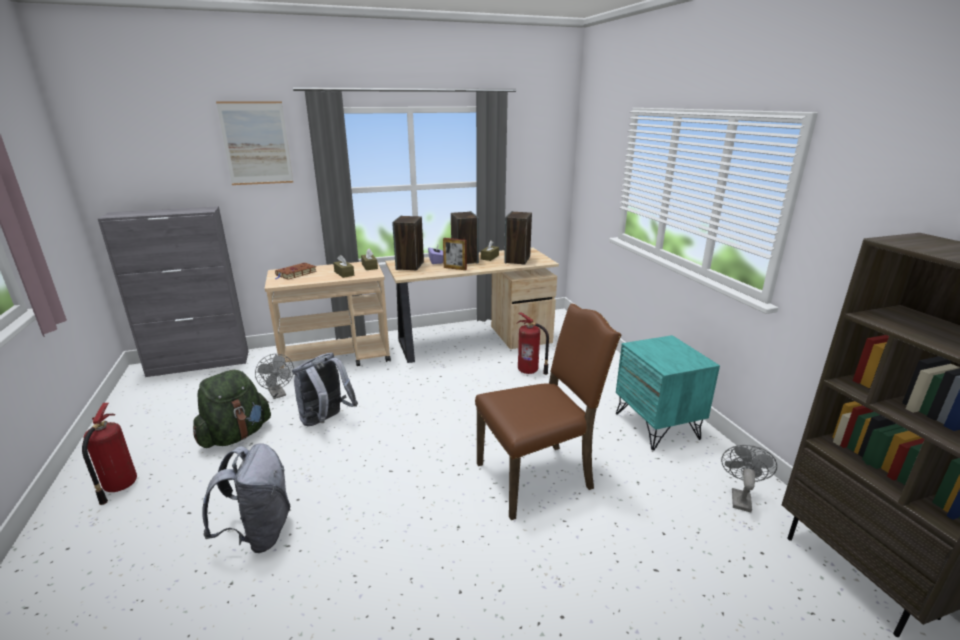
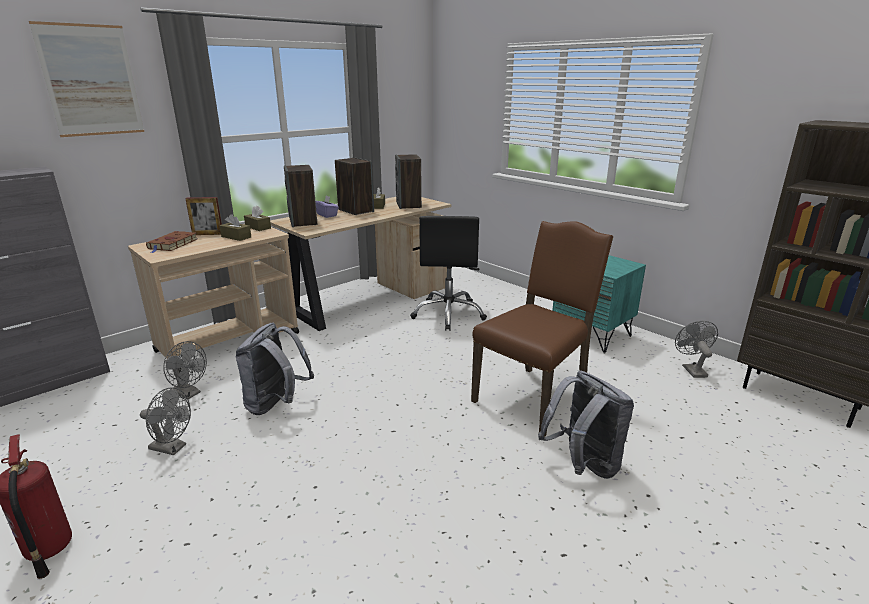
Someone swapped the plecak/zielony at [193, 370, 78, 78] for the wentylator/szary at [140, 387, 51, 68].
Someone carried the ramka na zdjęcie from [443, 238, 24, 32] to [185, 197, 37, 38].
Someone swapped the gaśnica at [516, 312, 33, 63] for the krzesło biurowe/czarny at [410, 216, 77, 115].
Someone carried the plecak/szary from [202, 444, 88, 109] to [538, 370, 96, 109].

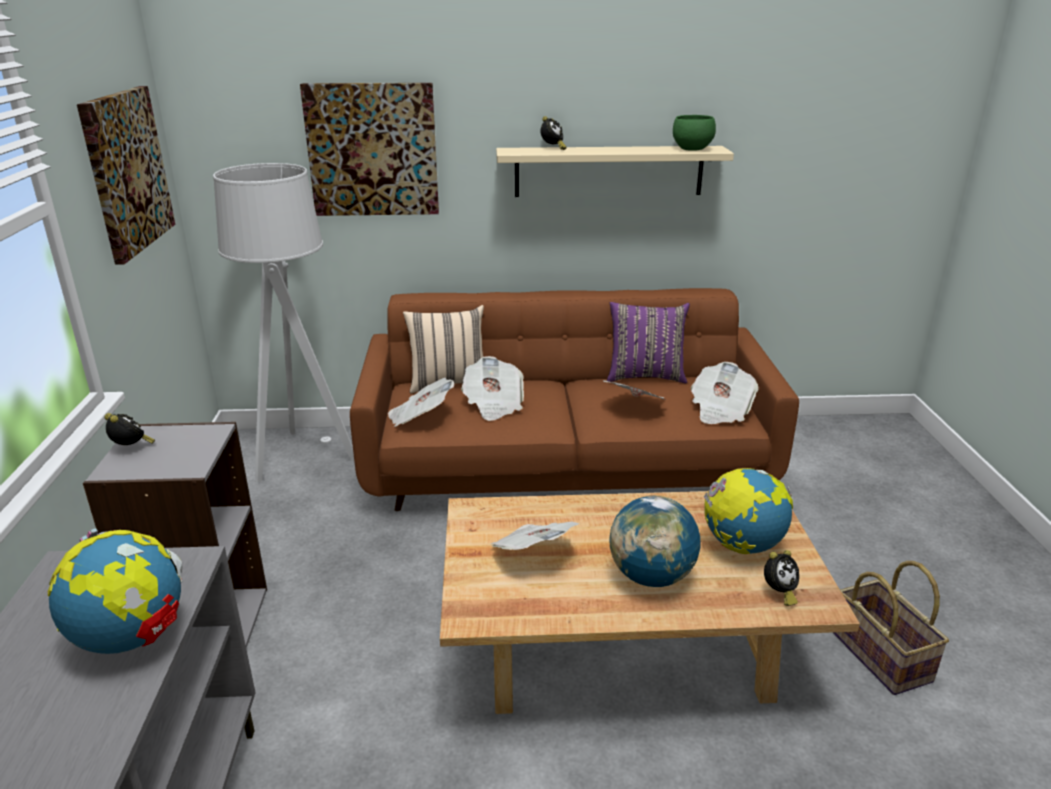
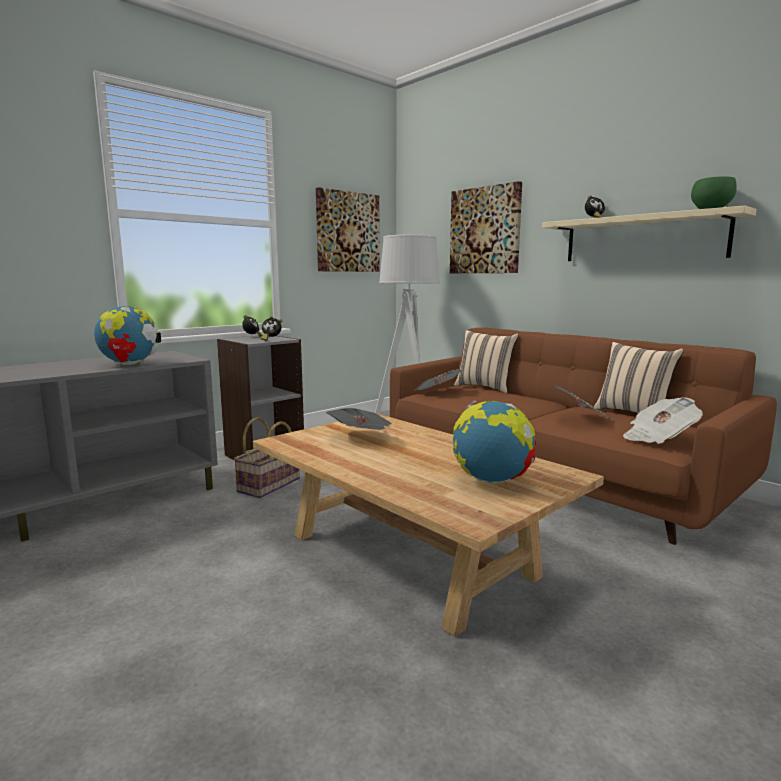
Someone carried the koszyk from [832, 561, 117, 134] to [234, 417, 66, 81].
Someone carried the budzik from [764, 550, 35, 56] to [260, 316, 22, 25].
Someone repainted the poduszka/fioletowy at [607, 302, 83, 81], which became the poduszka/beżowy at [594, 342, 90, 71].
Someone took away the gazeta at [461, 356, 63, 65].
Someone took away the globus at [609, 496, 91, 91].

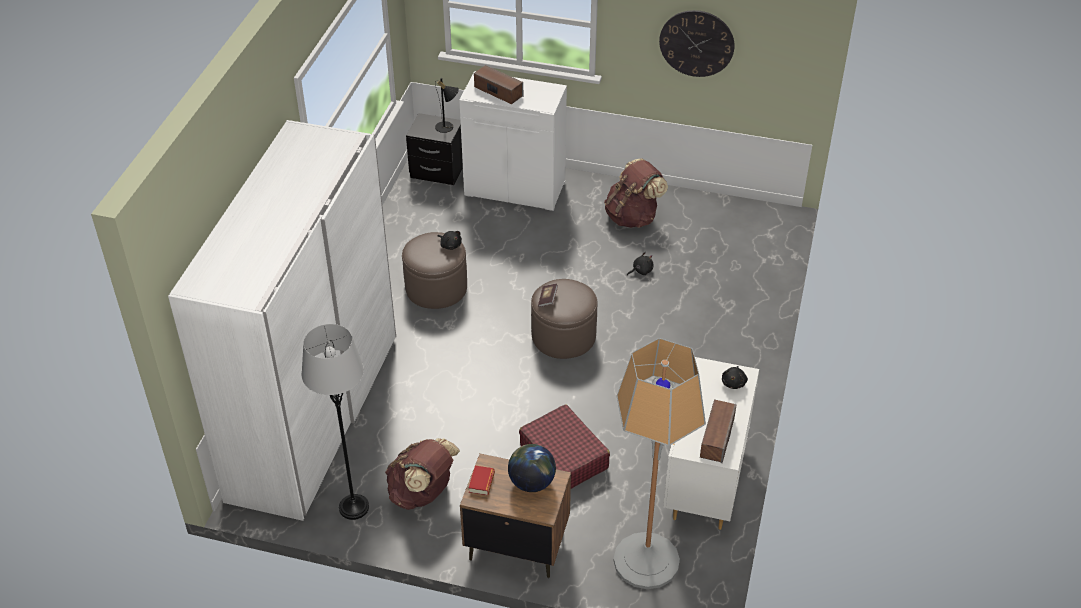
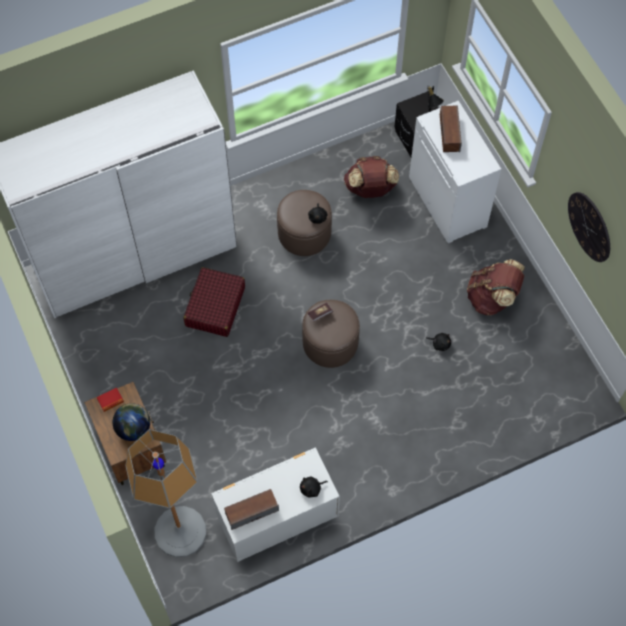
Someone carried the walizka/czerwony from [519, 404, 91, 85] to [184, 267, 61, 70].
Someone carried the plecak/brązowy from [385, 438, 75, 72] to [344, 156, 55, 42].
Someone took away the lampa stojąca/szary at [302, 324, 67, 196].

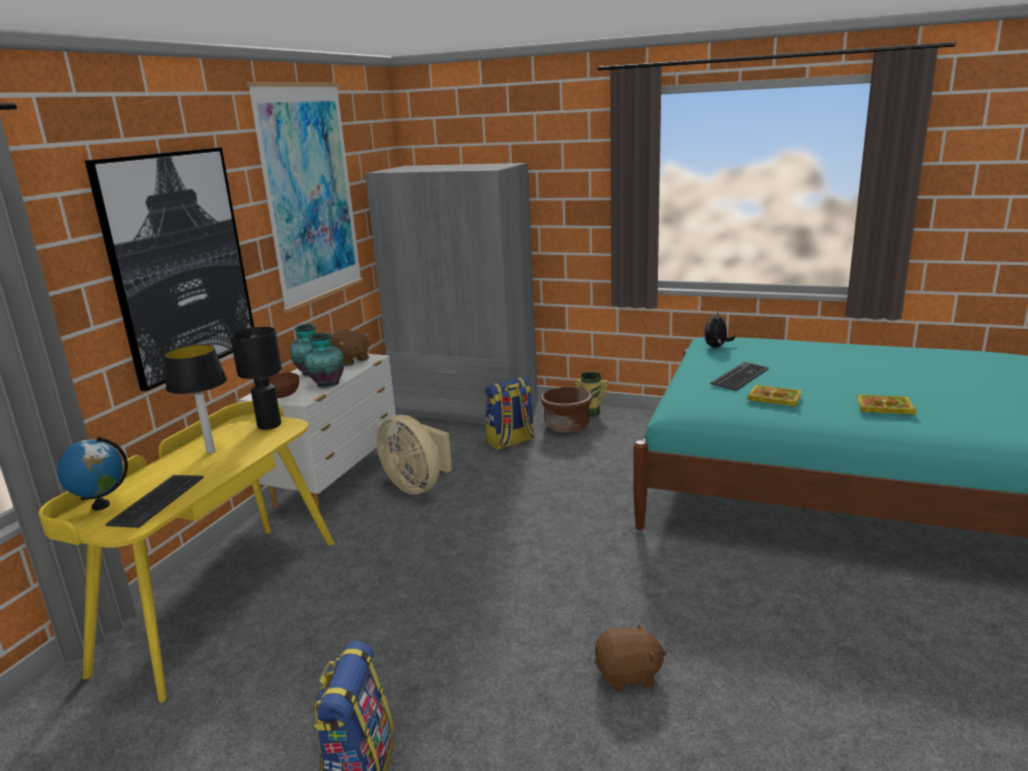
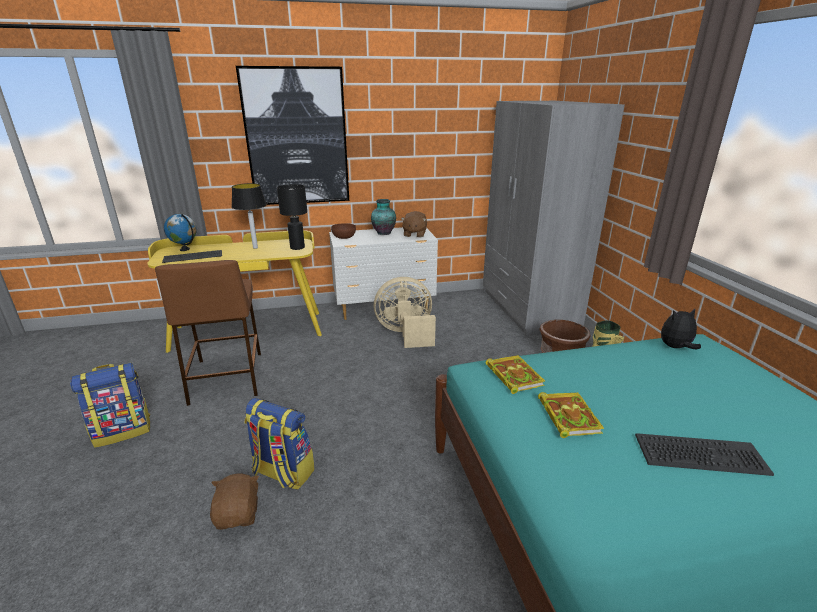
Someone put down the stołek/brązowy at [155, 260, 106, 146].
Someone rotated the pluszak/brązowy at [594, 622, 73, 69] by 150 degrees counterclockwise.
Someone carried the plecak from [485, 376, 50, 74] to [244, 398, 71, 92].
Someone rotated the wentylator/beżowy at [377, 415, 75, 80] by 75 degrees clockwise.
Someone carried the książka from [857, 395, 59, 20] to [486, 355, 59, 39].
Someone carried the klawiatura from [710, 362, 59, 28] to [635, 433, 139, 43].
Someone took away the obraz at [246, 82, 117, 231].
Someone took away the wazon at [304, 333, 40, 55].

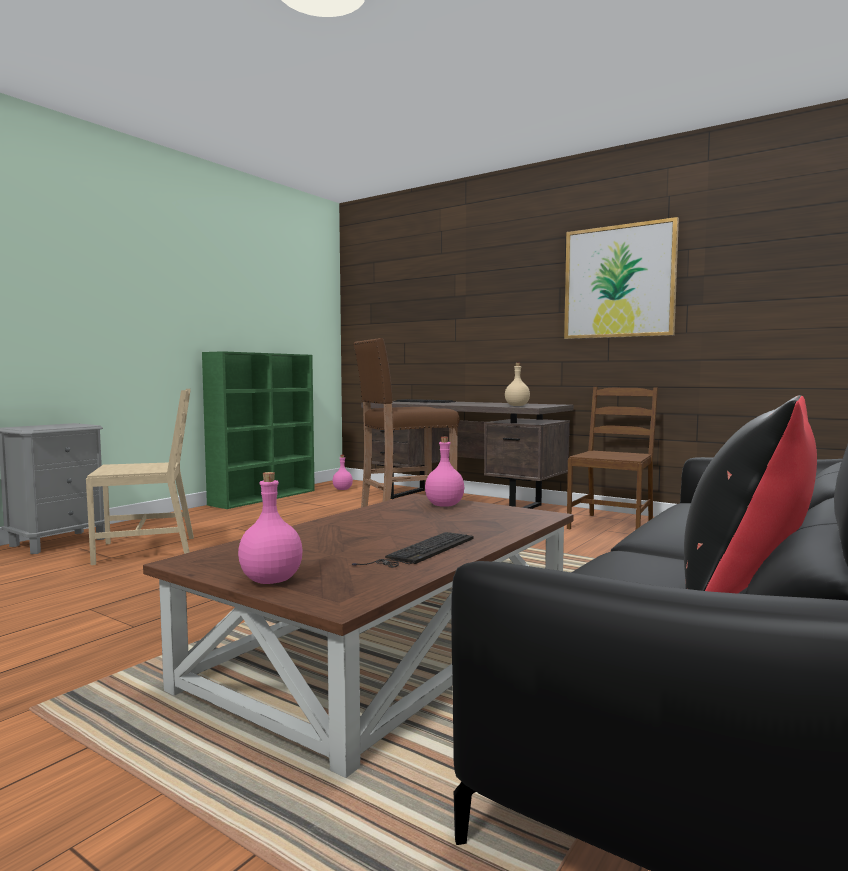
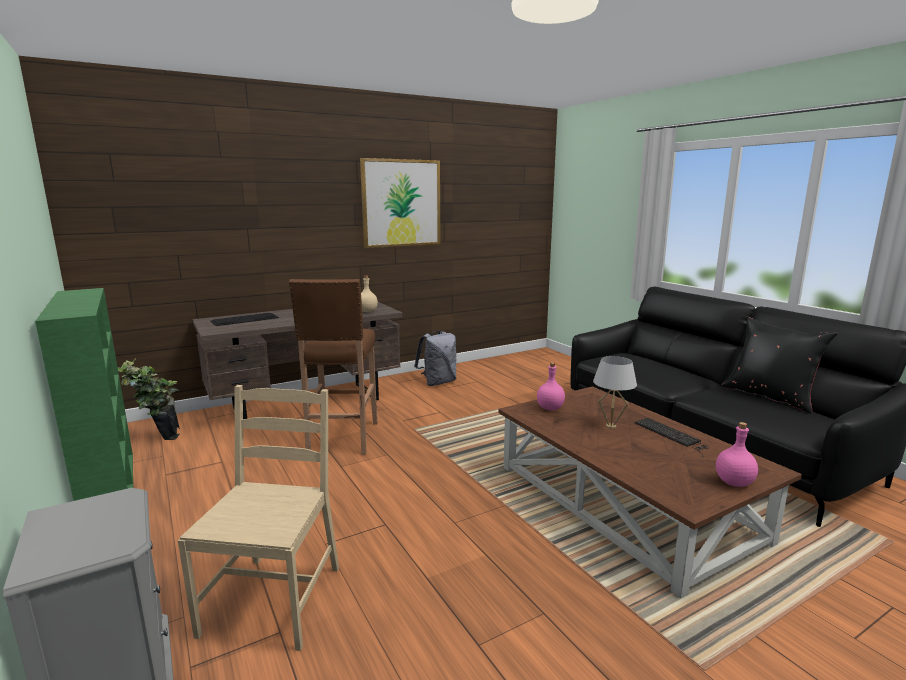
Someone swapped the butelka/różowy at [333, 455, 20, 35] for the roślina doniczkowa at [118, 358, 62, 82].
Someone swapped the krzesło/brązowy at [567, 387, 91, 142] for the plecak/szary at [414, 331, 42, 55].
Someone put down the lampa stołowa/biały at [593, 356, 44, 72].

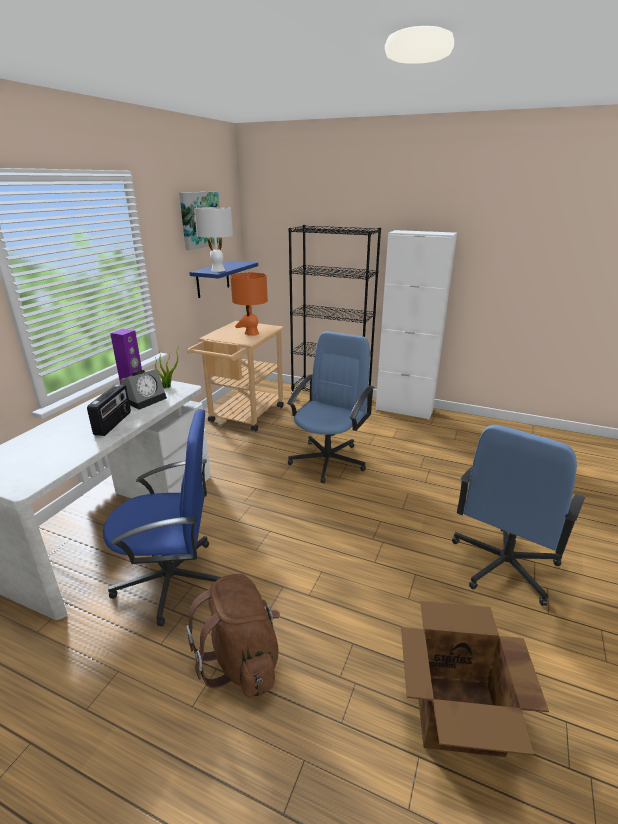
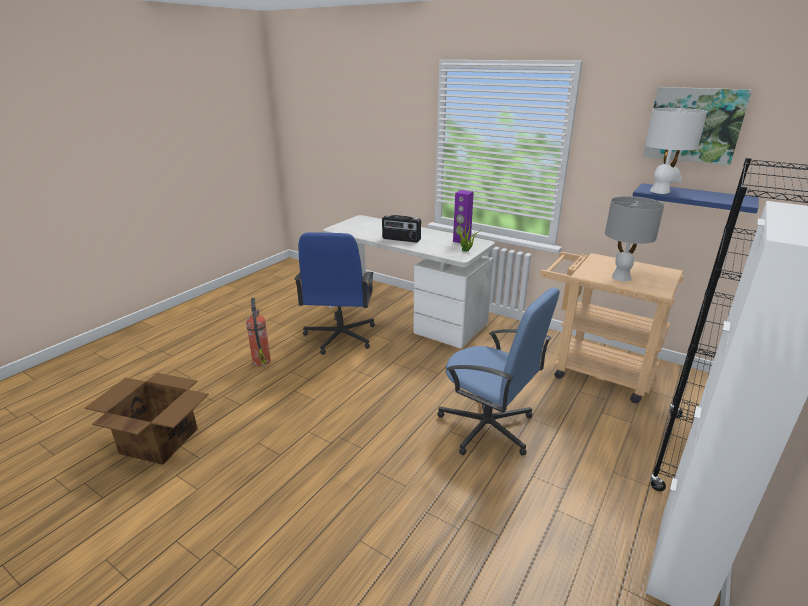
Someone swapped the plecak/brązowy at [186, 574, 94, 124] for the gaśnica at [246, 298, 25, 68].
Someone repainted the lampa stołowa/pomarańczowy at [230, 272, 38, 64], which became the lampa stołowa/szary at [605, 196, 59, 85].
Someone took away the budzik at [120, 368, 47, 42].
Someone took away the krzesło biurowe/niebieski at [452, 425, 133, 181].

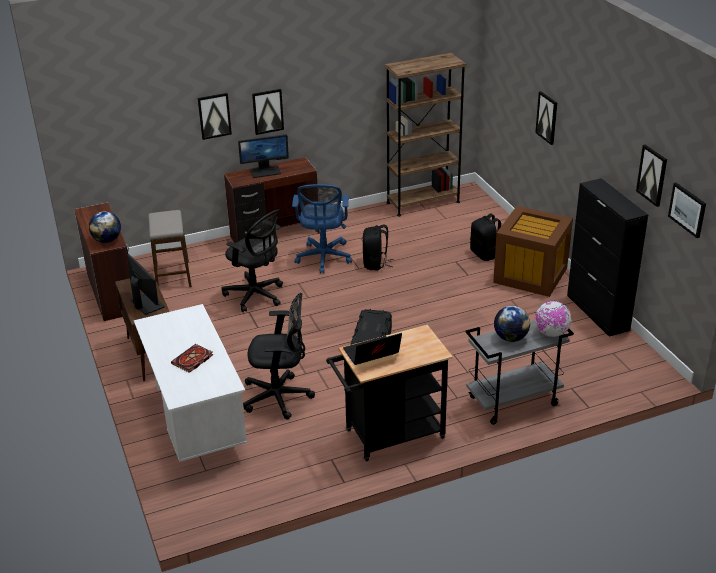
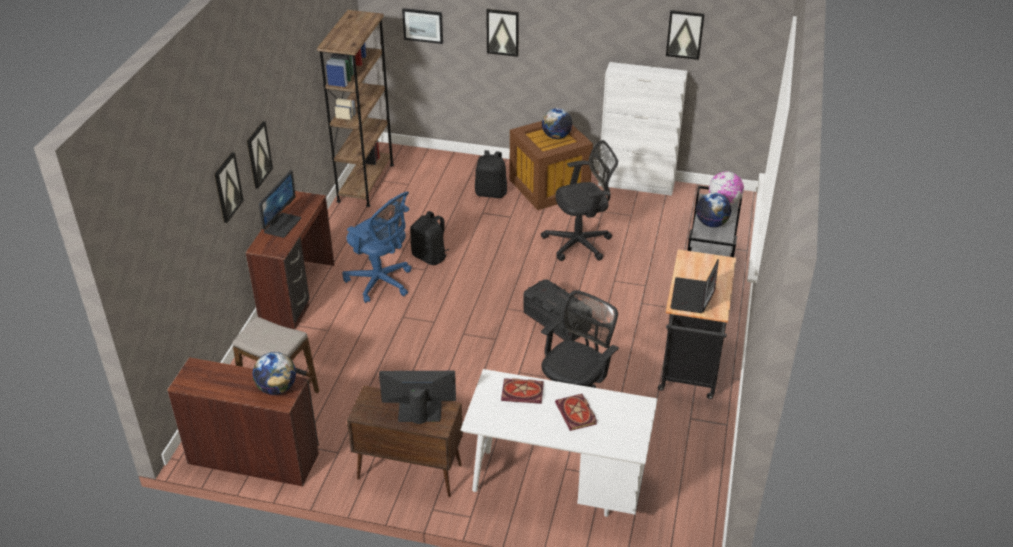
Someone carried the obraz from [668, 183, 38, 55] to [402, 8, 41, 36].
Someone put down the książka at [501, 378, 42, 26].
Someone carried the krzesło biurowe/czarny from [221, 209, 62, 103] to [541, 140, 77, 121].
Someone put down the globus at [542, 108, 31, 31].
Someone repainted the szafka/czarny at [567, 178, 81, 159], which became the szafka/biały at [598, 62, 90, 134].

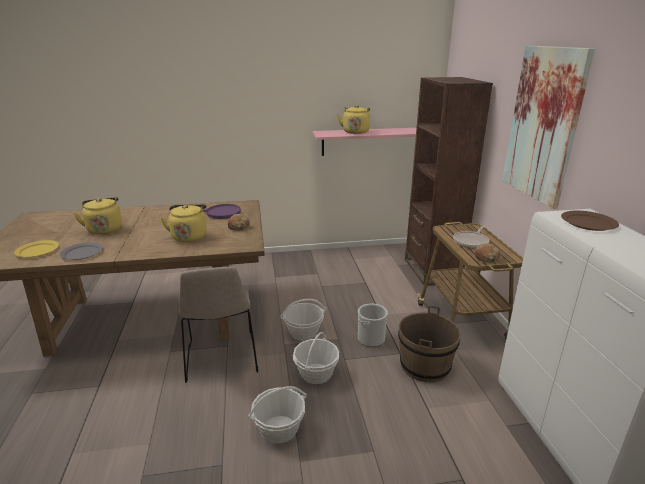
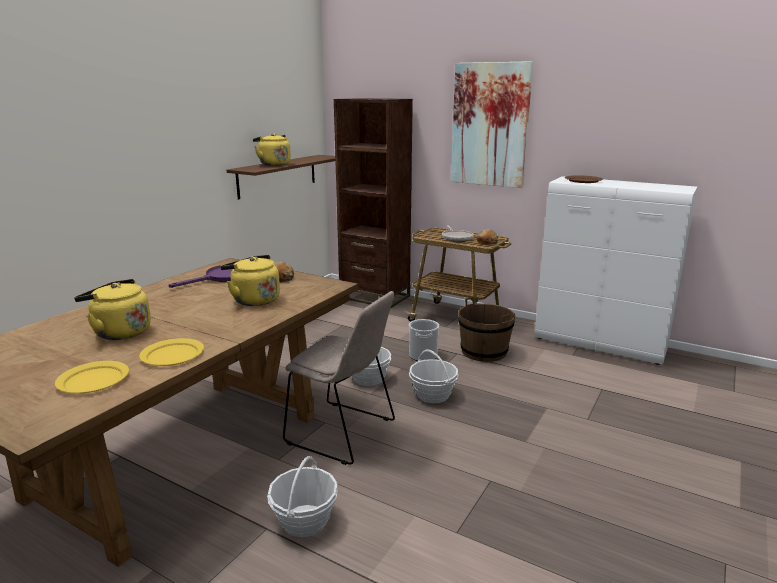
Someone repainted the talerz/szary at [60, 242, 43, 18], which became the talerz/żółty at [139, 338, 65, 28].
Someone repainted the półka/różowy at [312, 128, 104, 28], which became the półka/brązowy at [227, 155, 108, 45].
Someone carried the koszyk from [248, 386, 59, 58] to [267, 456, 71, 81].

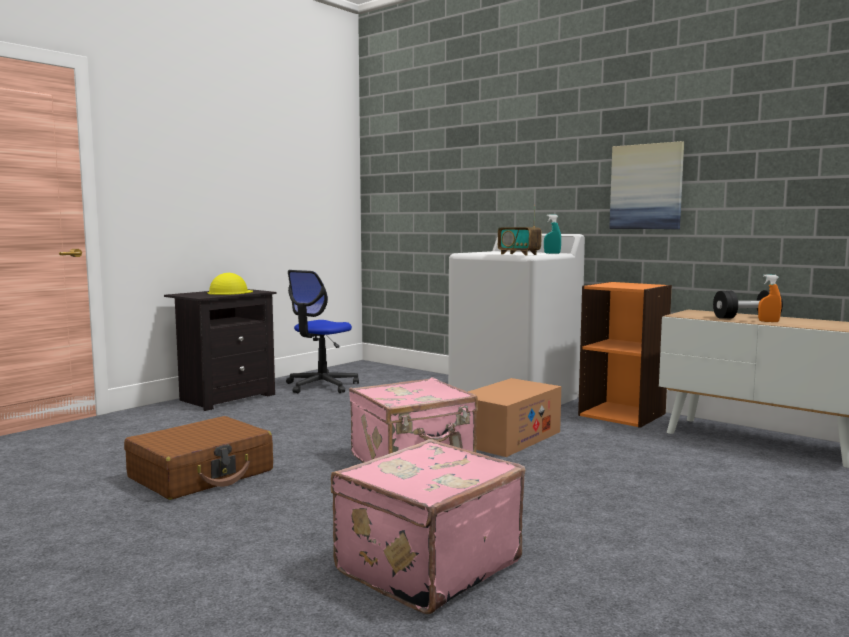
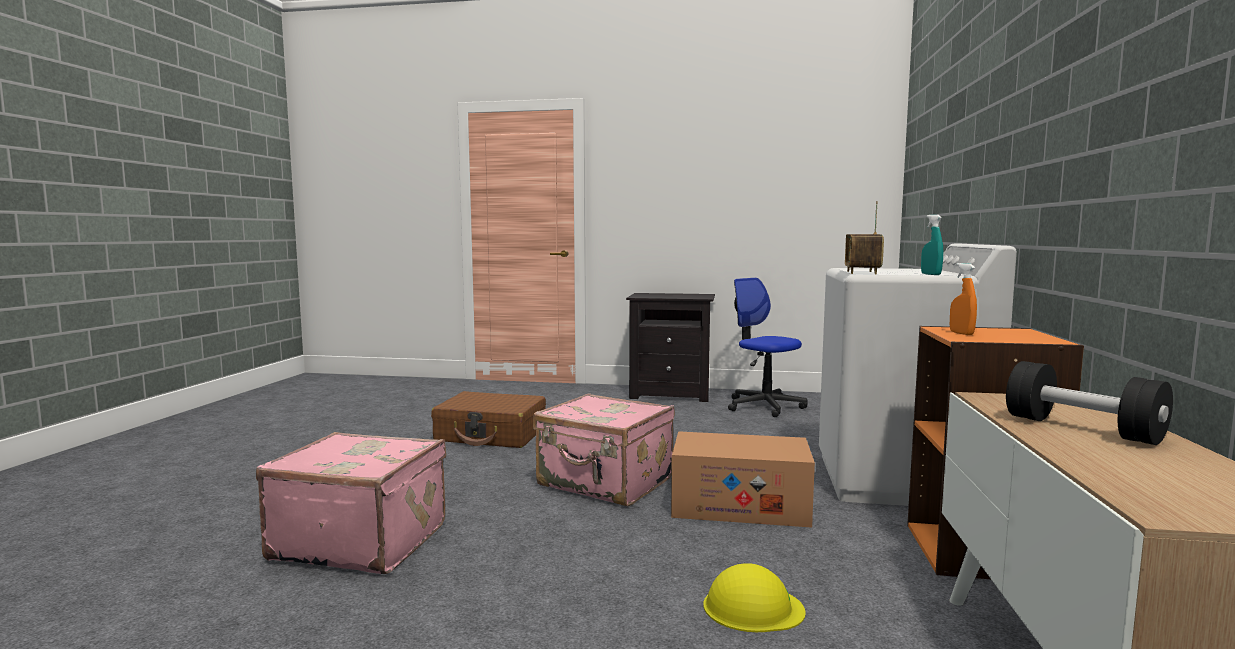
Someone carried the kask/żółty from [208, 273, 45, 22] to [703, 563, 103, 69].
Someone rotated the krzesło biurowe at [286, 270, 73, 123] by 45 degrees clockwise.
Someone carried the spryskiwacz/pomarańczowy from [758, 274, 24, 48] to [950, 263, 27, 72].
Someone took away the obraz at [609, 141, 75, 88].

